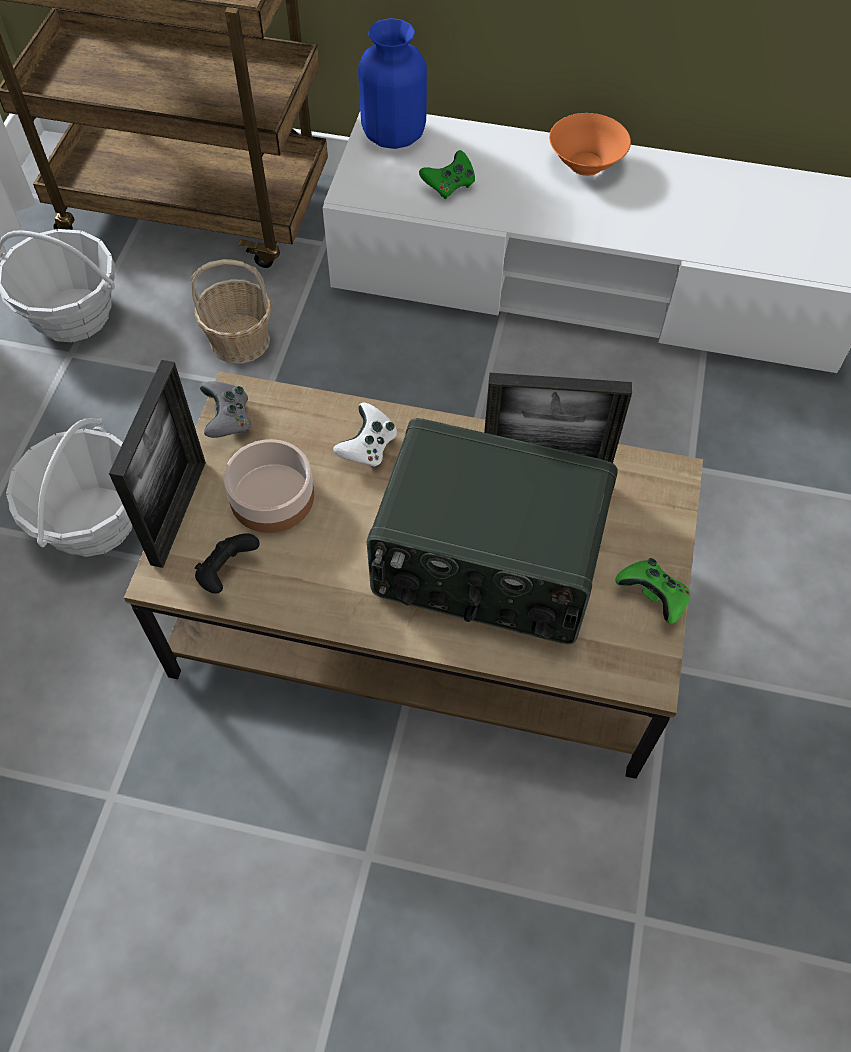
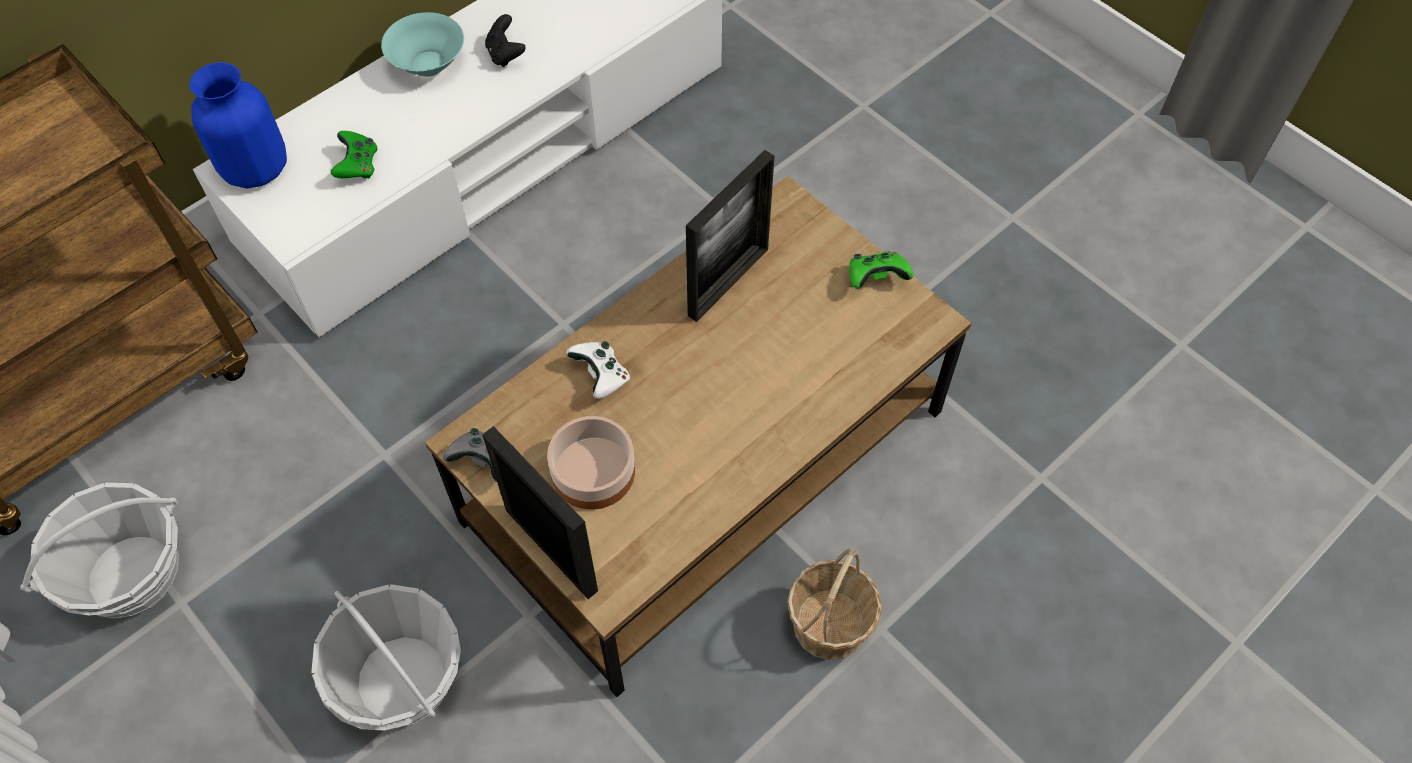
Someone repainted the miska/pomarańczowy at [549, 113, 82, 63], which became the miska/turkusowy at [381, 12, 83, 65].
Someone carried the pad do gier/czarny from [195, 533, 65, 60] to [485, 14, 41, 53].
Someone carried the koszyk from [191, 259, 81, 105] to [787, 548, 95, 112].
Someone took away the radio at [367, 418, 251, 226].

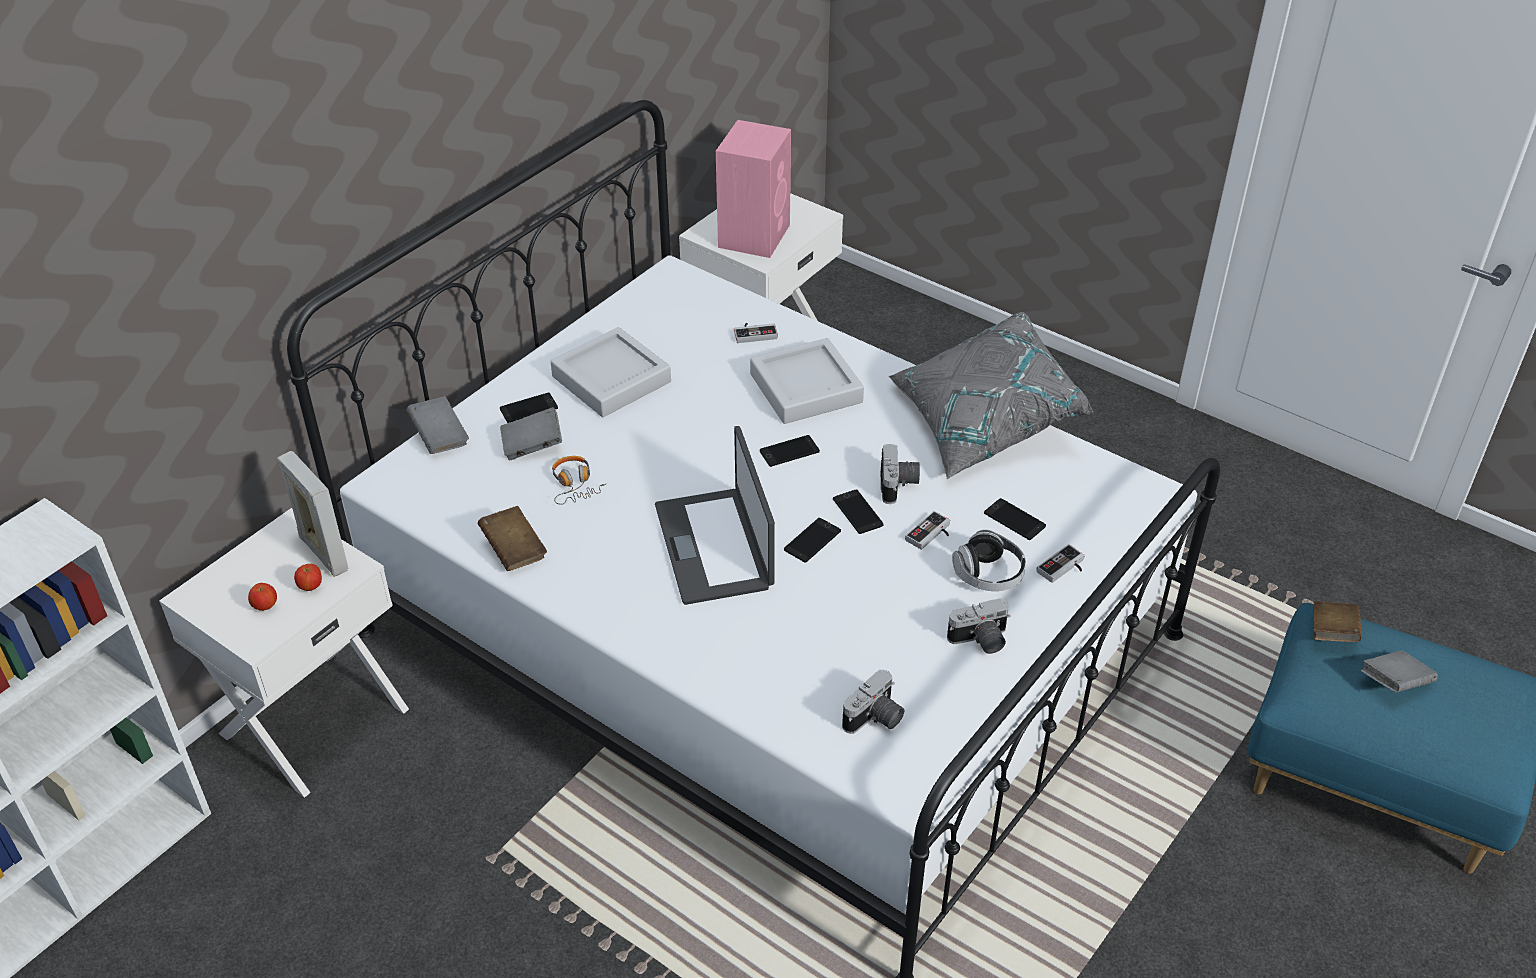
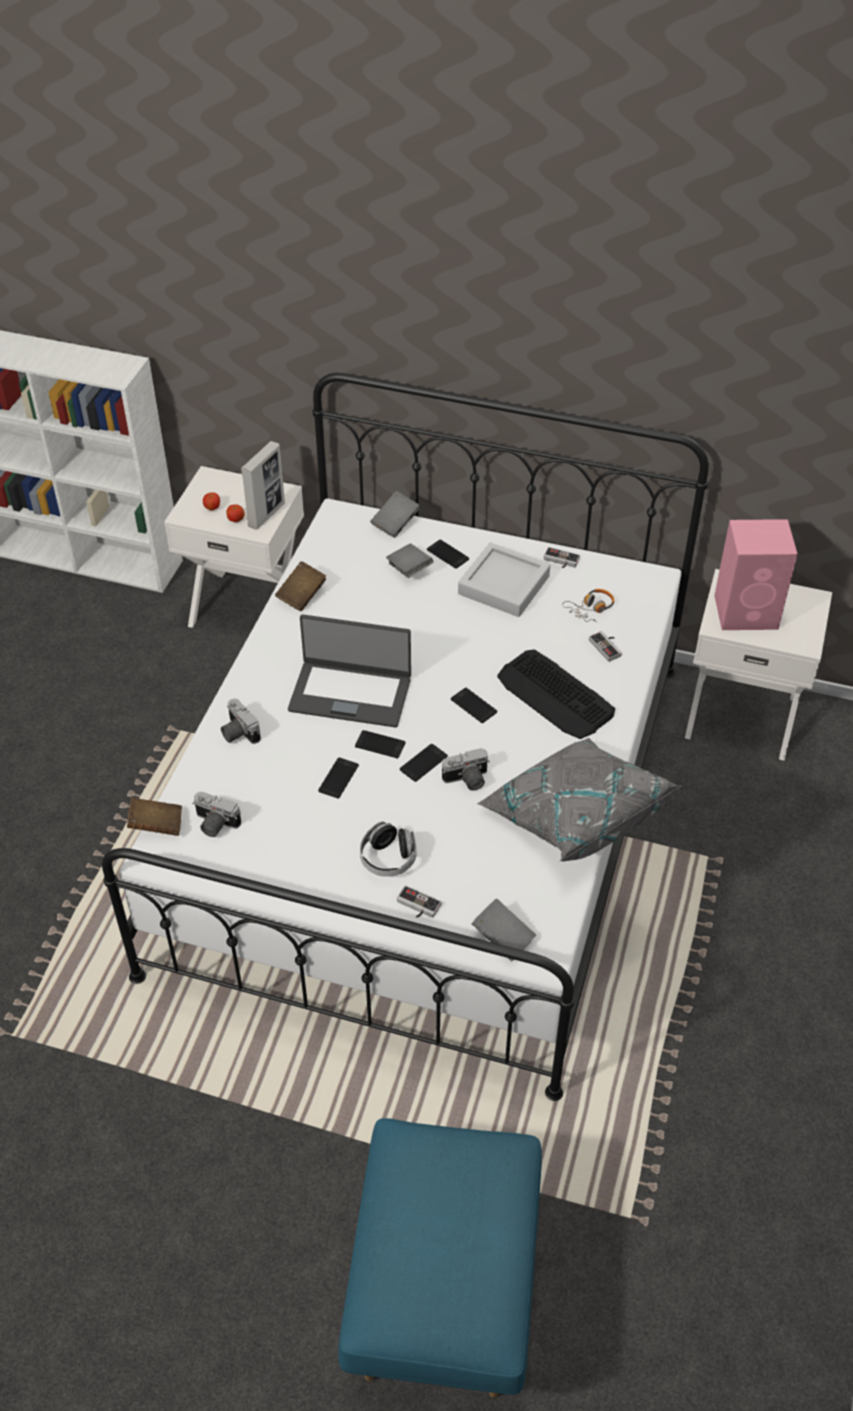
Someone carried the książka/brązowy from [1313, 601, 48, 41] to [127, 798, 55, 38].
Someone carried the aparat fotograficzny from [947, 598, 64, 56] to [221, 698, 40, 46].
Someone rotated the laptop at [655, 426, 120, 179] by 135 degrees counterclockwise.
Someone carried the telefon from [984, 498, 62, 42] to [318, 758, 41, 40].
Someone carried the książka/szary from [1361, 651, 77, 42] to [472, 898, 64, 64].
Someone swapped the taca/szary at [750, 338, 114, 86] for the klawiatura at [497, 649, 118, 90].
Someone carried the pad do gier from [905, 511, 45, 39] to [544, 547, 36, 21].
Someone carried the słuchawki from [552, 456, 54, 49] to [562, 589, 52, 33].

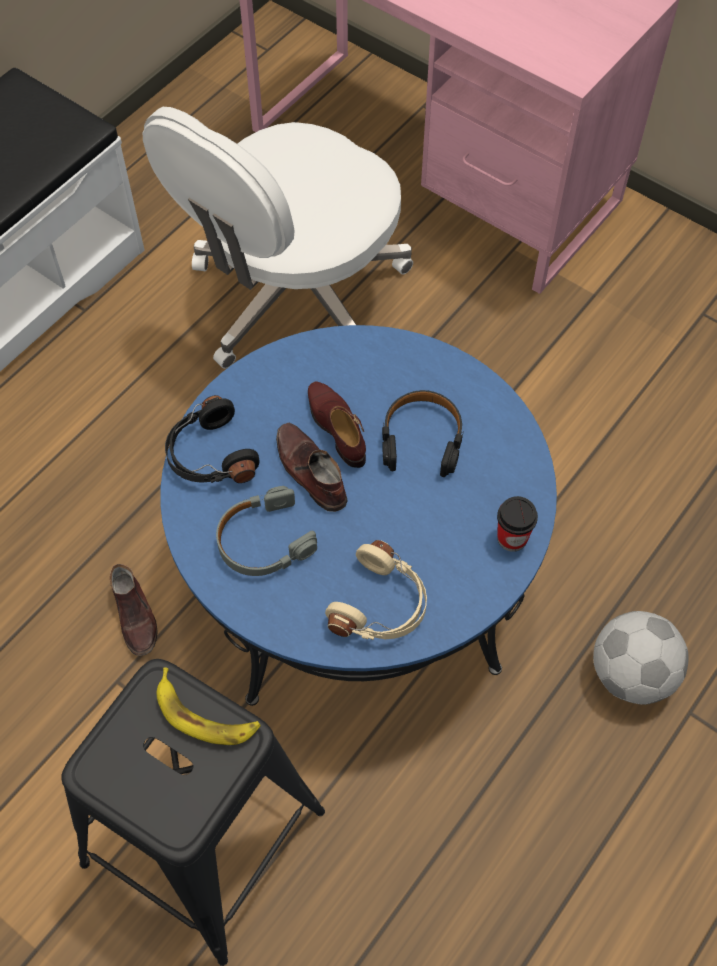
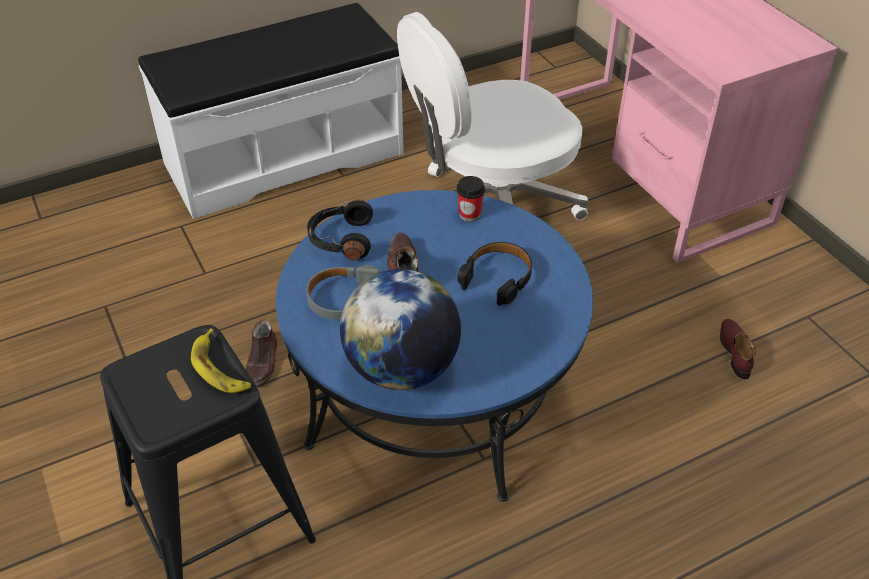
Someone swapped the słuchawki/beżowy at [325, 540, 102, 100] for the globus at [340, 269, 121, 121].
Someone carried the filiżanka from [497, 496, 41, 56] to [457, 176, 28, 46].
Someone carried the but/brązowy from [308, 382, 58, 86] to [720, 319, 36, 60].
Someone took away the piłka futbolowa at [593, 611, 95, 94].

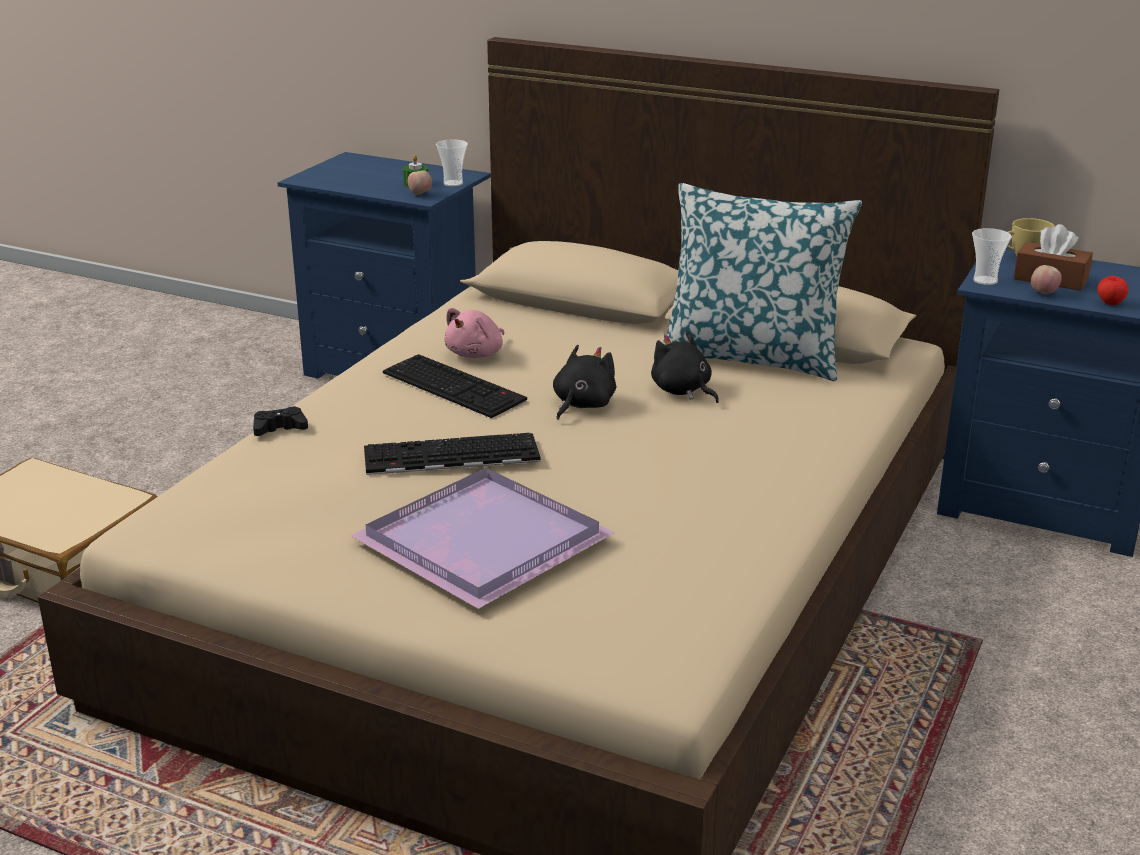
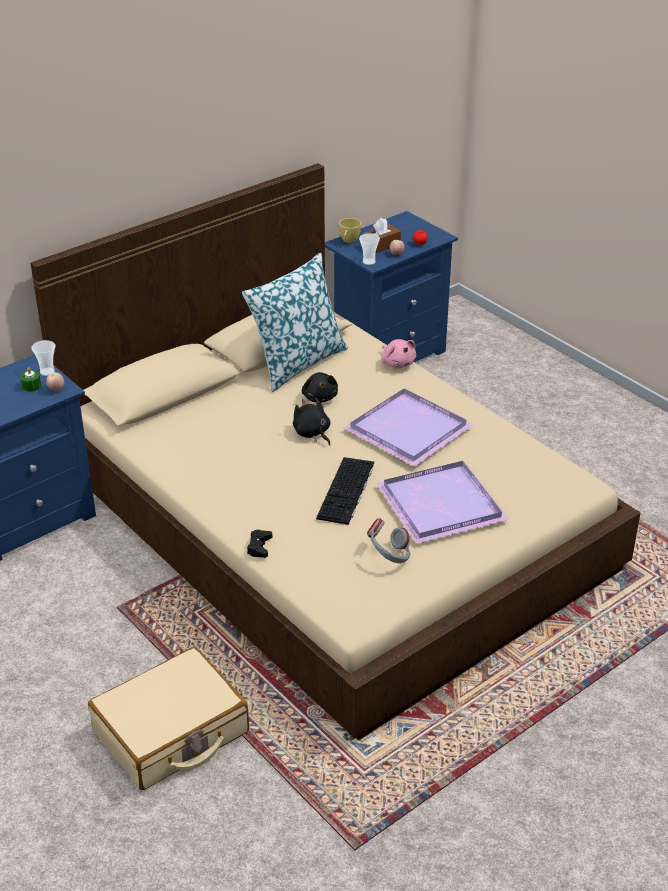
Someone rotated the pluszak/czarny at [651, 331, 68, 72] by 90 degrees counterclockwise.
Someone put down the taca/fioletowy at [343, 389, 131, 78].
Someone put down the słuchawki/szary at [367, 519, 43, 44].
Someone carried the pluszak/różowy from [444, 308, 60, 50] to [381, 339, 35, 29].
Someone took away the klawiatura at [383, 354, 144, 64].

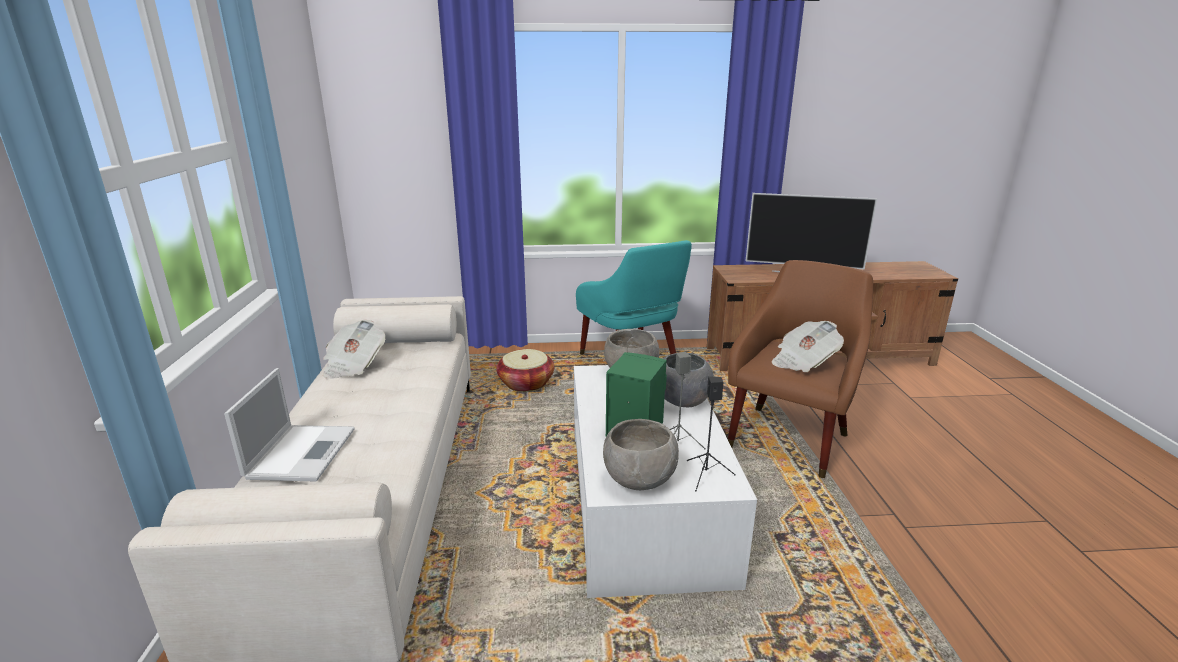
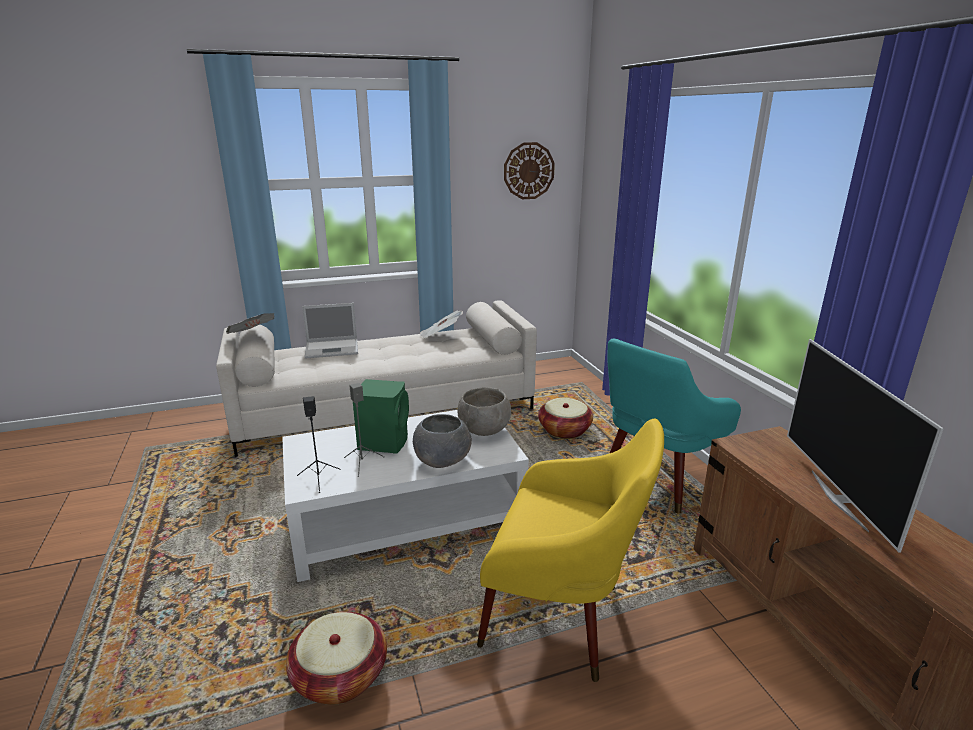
Someone carried the gazeta from [772, 321, 72, 51] to [226, 313, 49, 21].
Someone put down the koszyk at [286, 612, 101, 93].
Someone repainted the fotel/brązowy at [728, 260, 145, 218], which became the fotel/żółty at [477, 419, 187, 263].
Someone put up the zegar ścienny at [504, 142, 51, 57].
Someone took away the miska/szary at [603, 419, 76, 71].

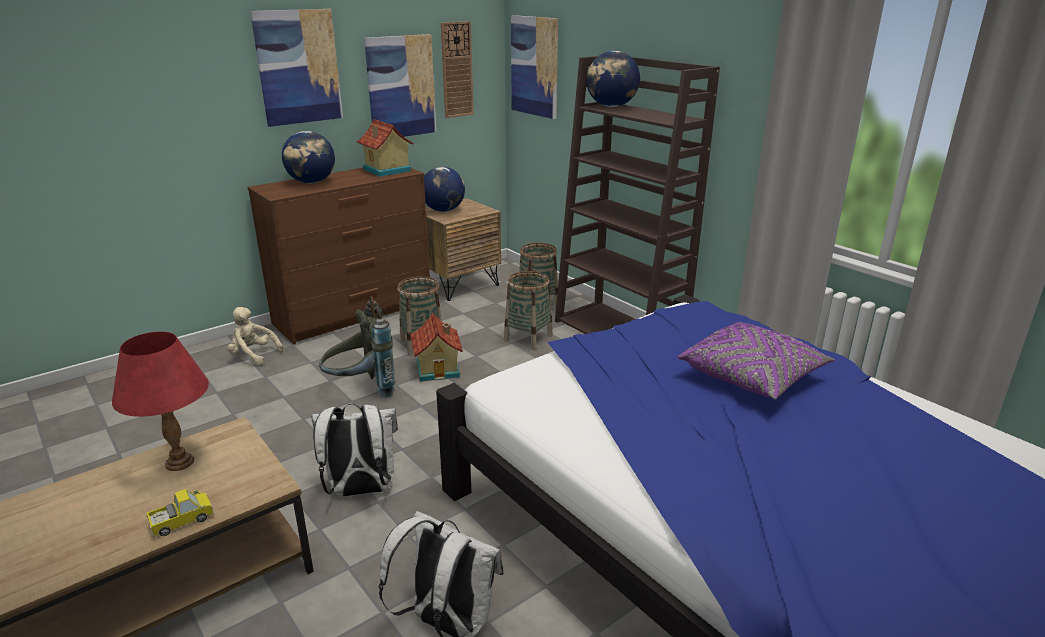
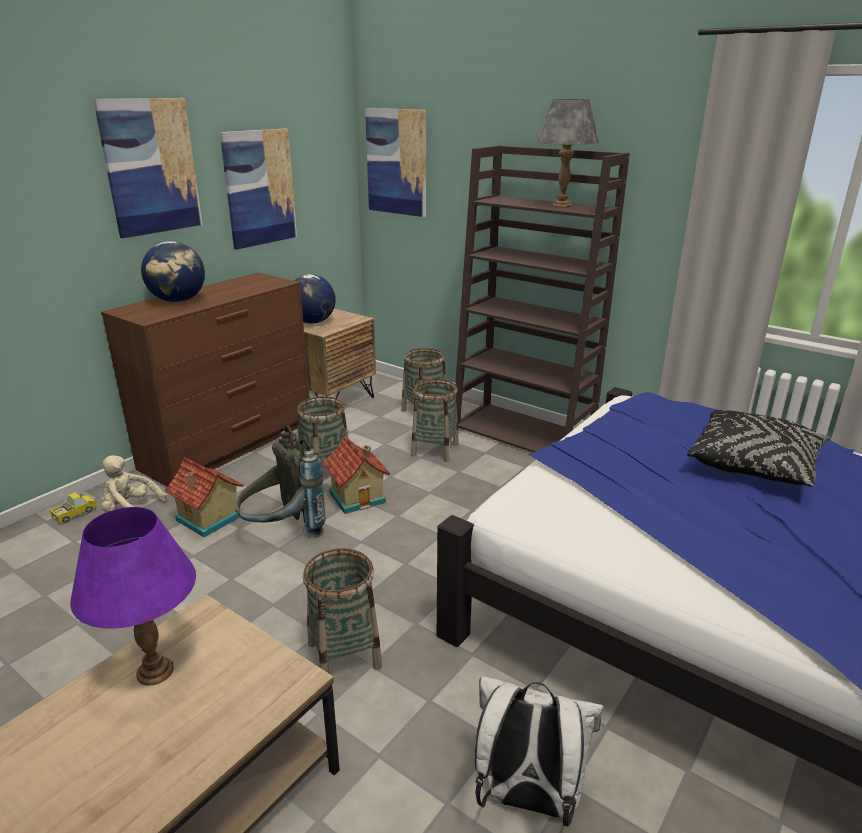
Someone carried the ciężarówka zabawkowa from [146, 489, 68, 48] to [50, 492, 47, 32].
Someone repainted the lampa stołowa/czerwony at [112, 332, 97, 139], which became the lampa stołowa/fioletowy at [70, 507, 126, 179].
Someone carried the domek from [357, 119, 57, 58] to [164, 457, 80, 80].
Someone swapped the plecak/biały at [311, 404, 87, 93] for the koszyk at [303, 548, 79, 125].
Someone put down the lampa stołowa/szary at [536, 99, 63, 109].
Someone repainted the poduszka/fioletowy at [678, 322, 157, 78], which became the poduszka/czarny at [687, 410, 143, 77].
Someone took away the zegar ścienny at [441, 21, 33, 97].
Someone took away the globus at [586, 51, 54, 56].

